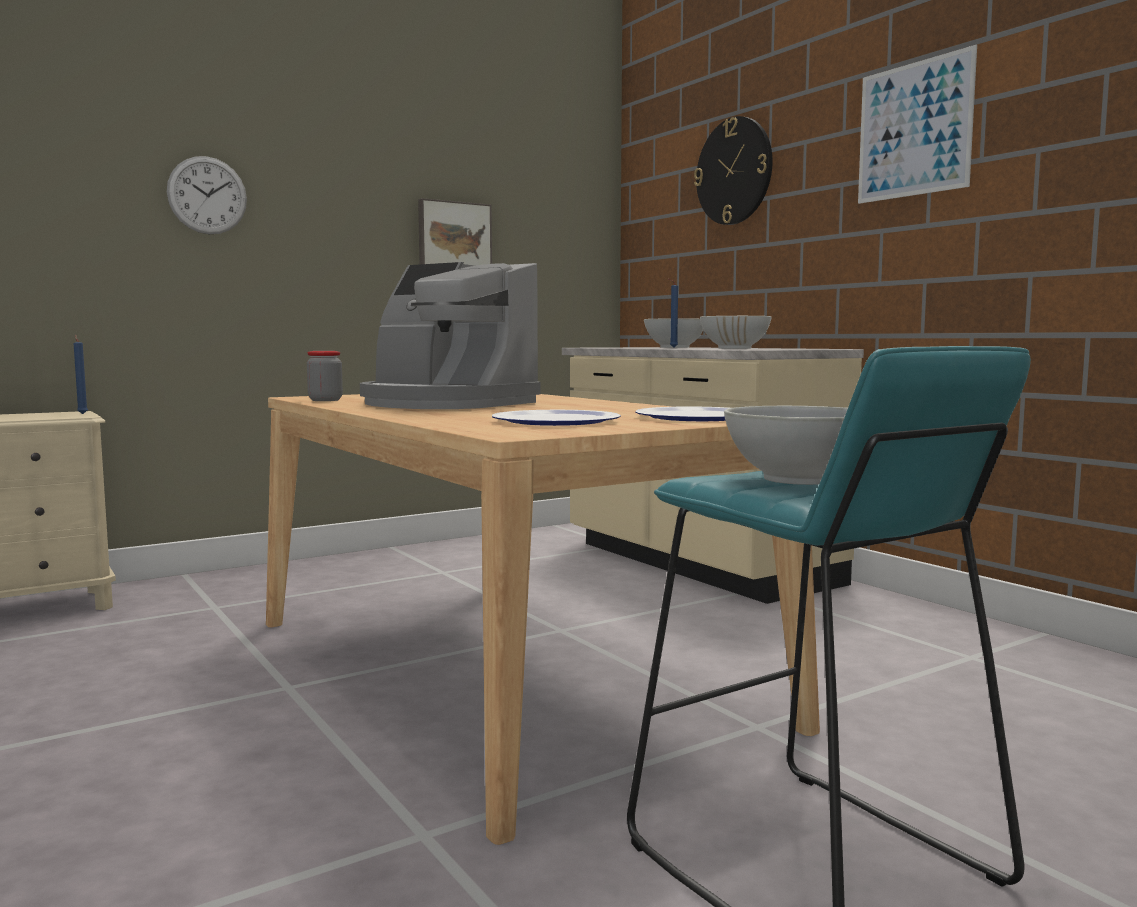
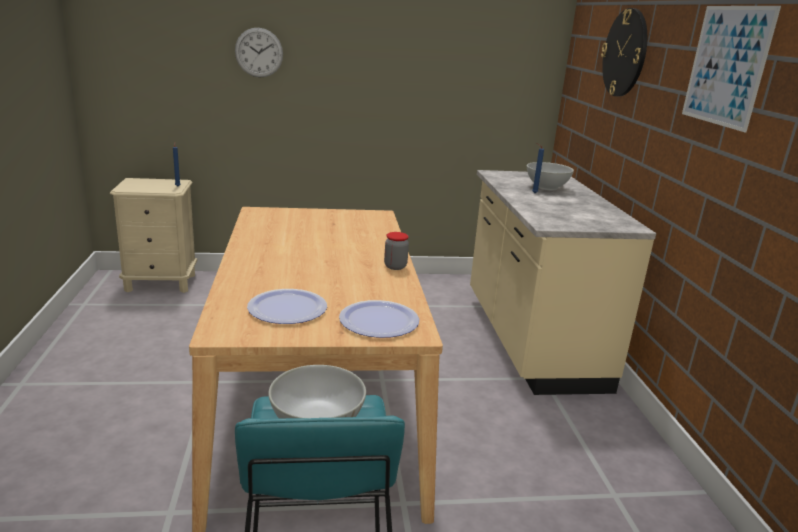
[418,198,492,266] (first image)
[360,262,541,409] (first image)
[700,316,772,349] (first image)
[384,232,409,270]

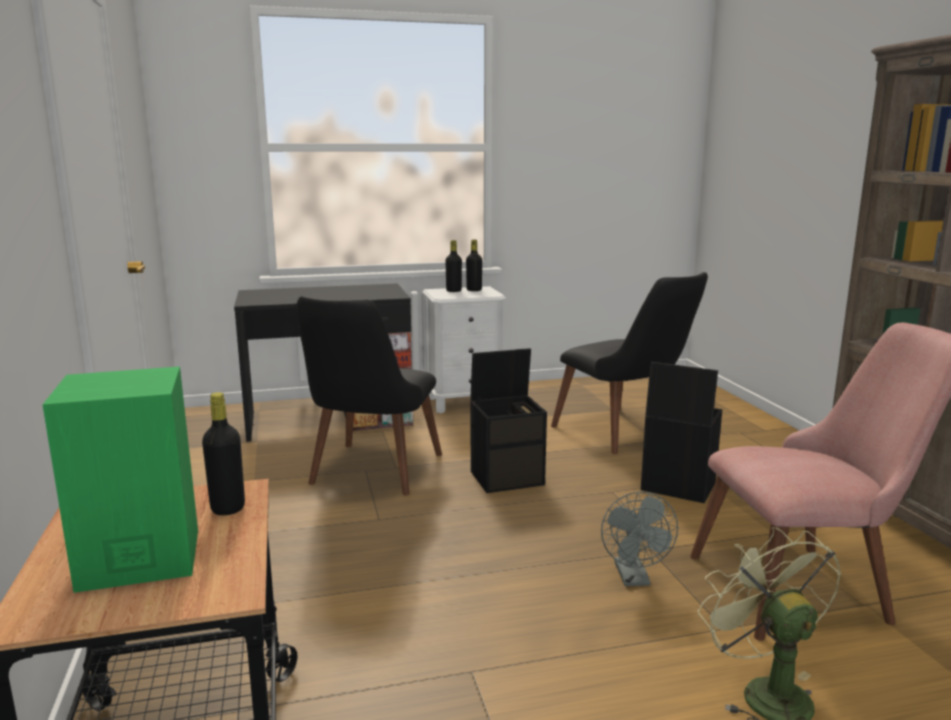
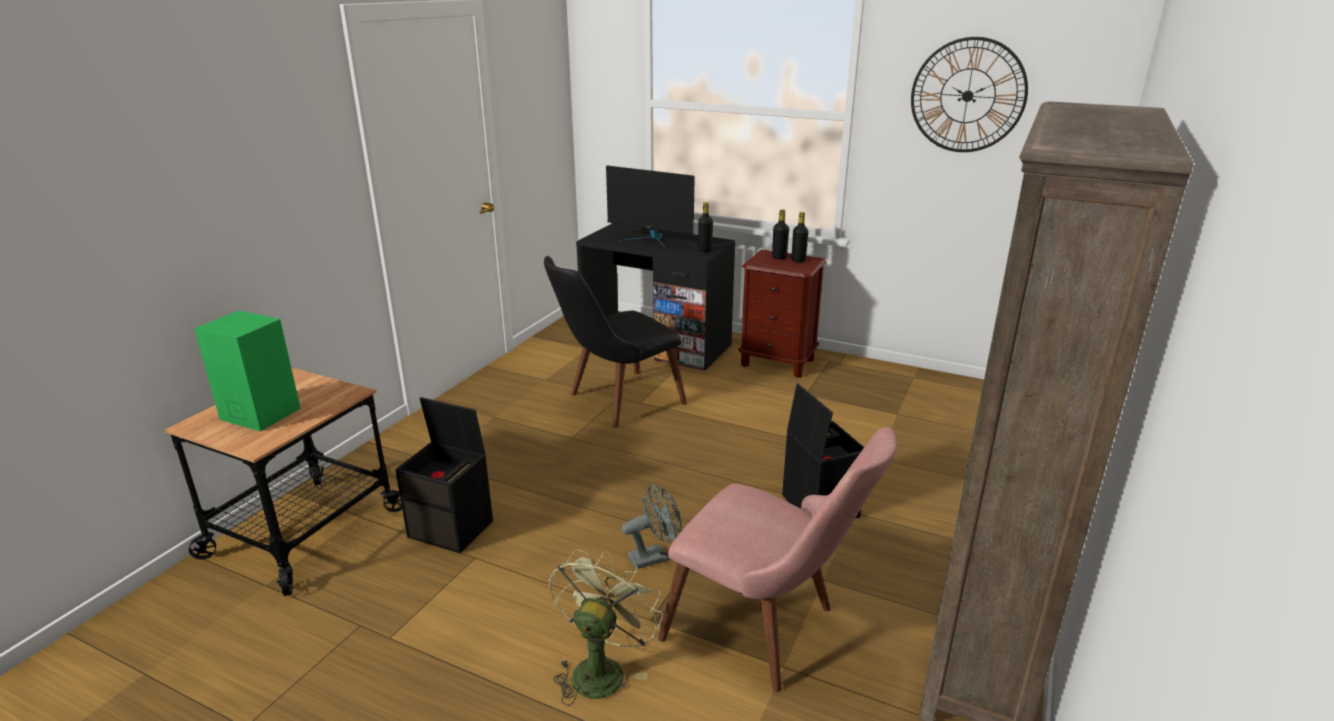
[551,272,708,454] (first image)
[738,249,827,378]
[395,397,493,553]
[698,202,713,253]
[622,484,682,569]
[911,37,1028,152]
[606,166,695,250]

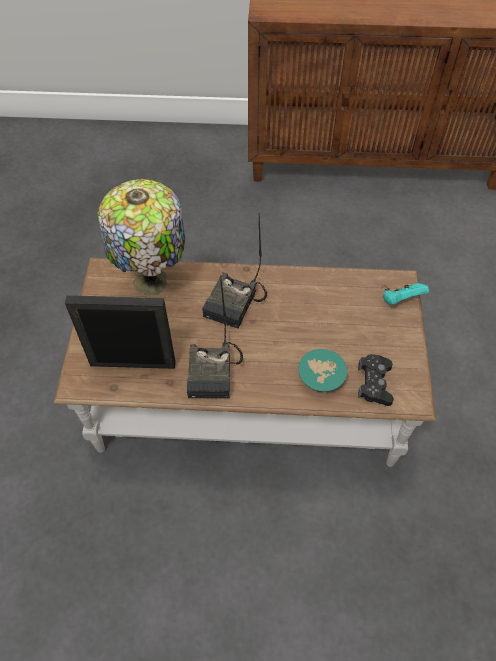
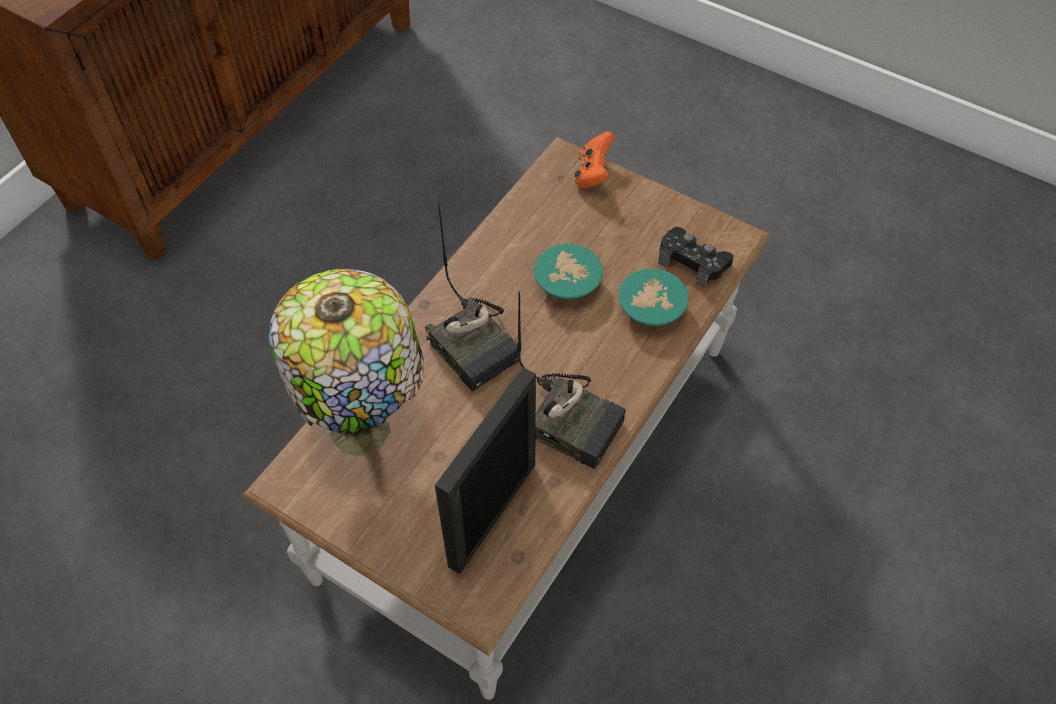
[575,131,615,188]
[534,244,603,300]

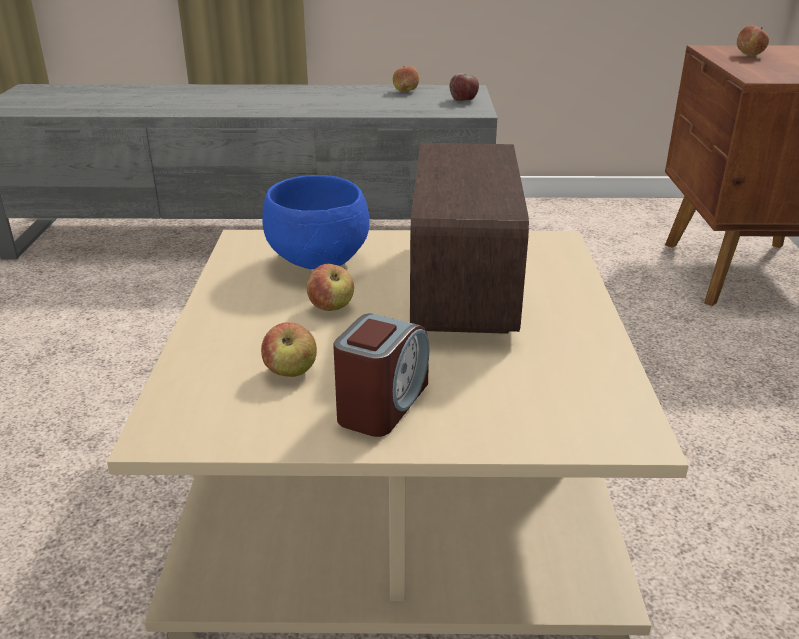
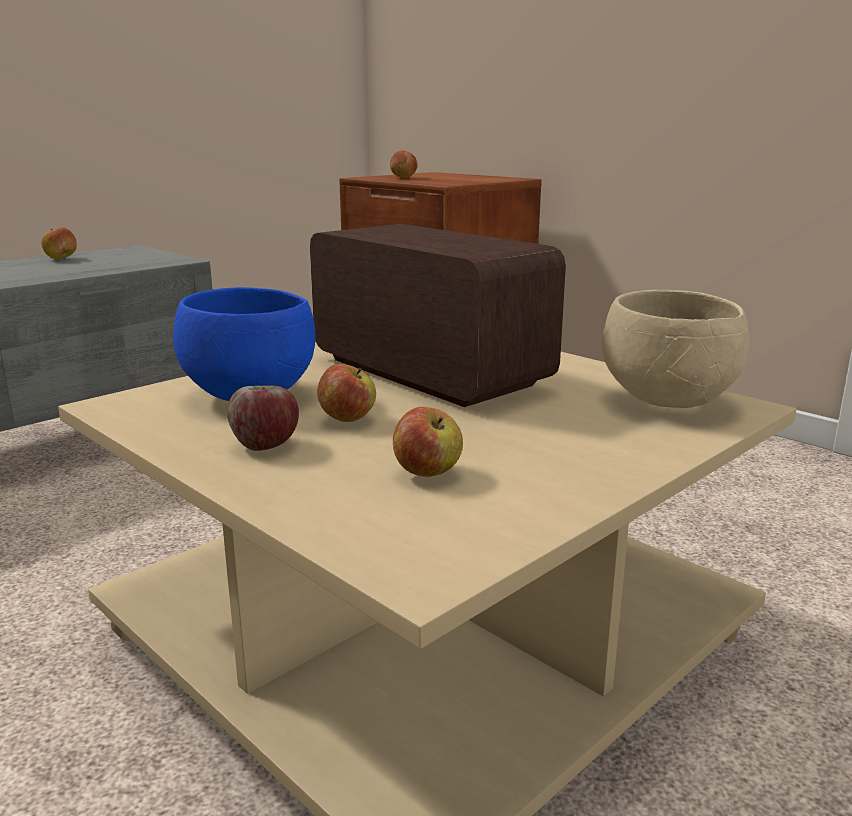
[227,385,299,451]
[333,313,430,437] (first image)
[602,290,749,408]

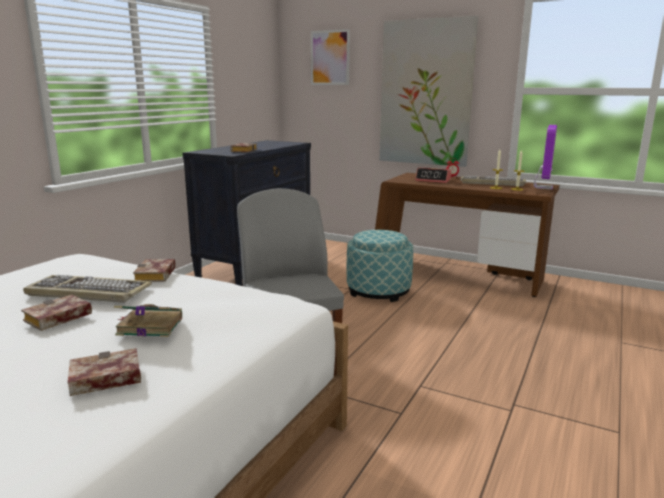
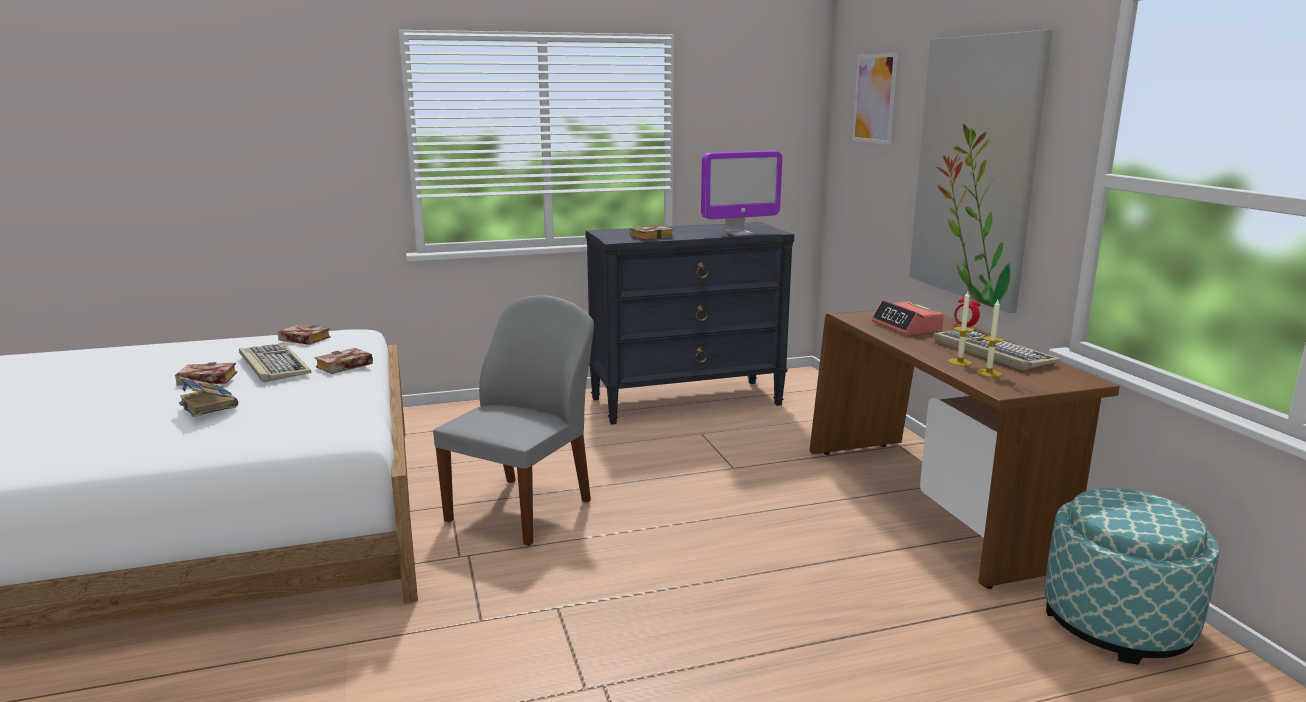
[701,151,782,236]
[1045,488,1219,665]
[277,324,331,345]

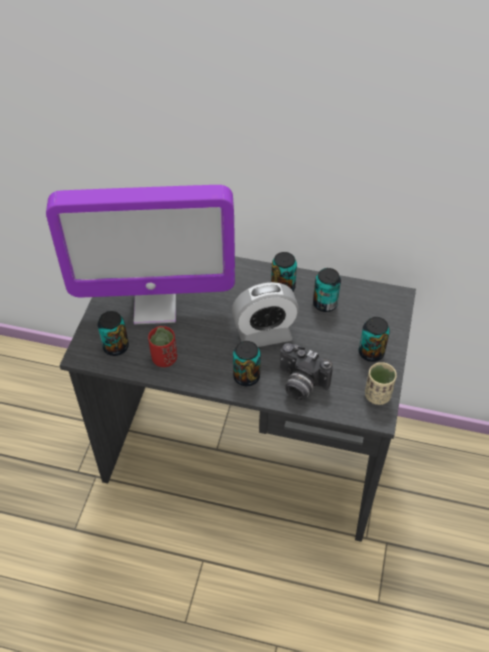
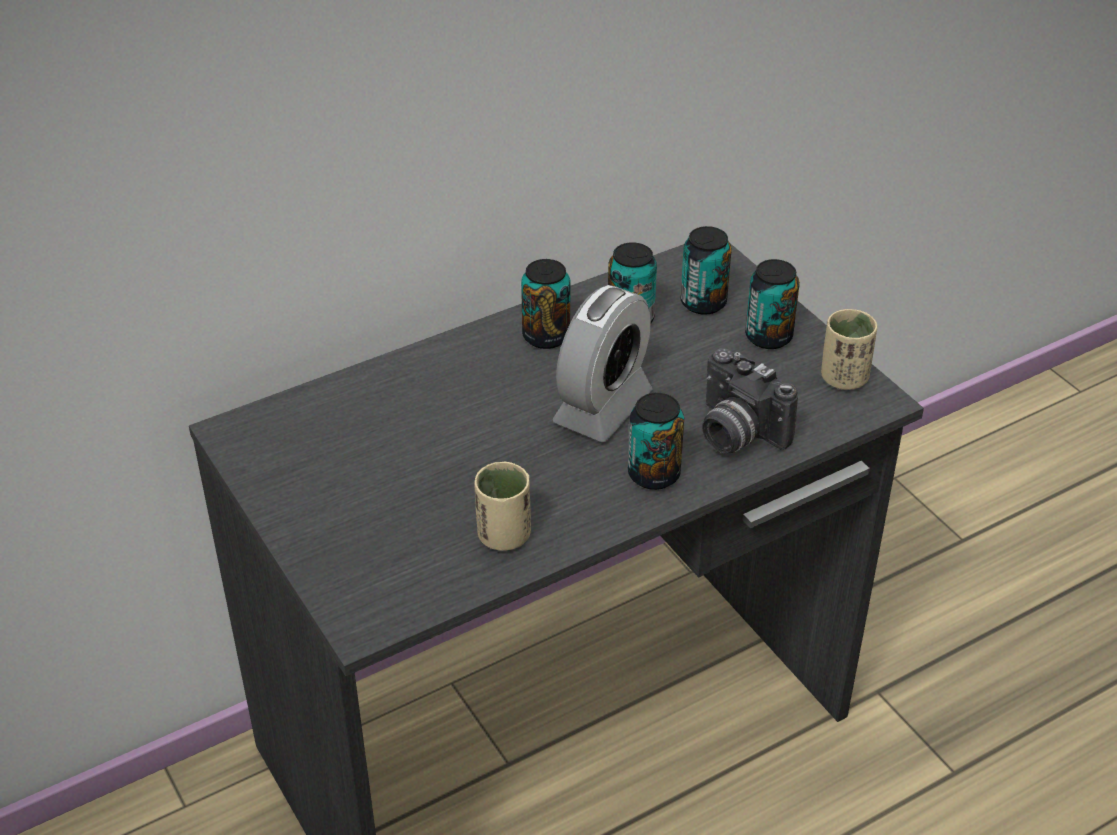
[46,185,235,324] (first image)
[680,226,732,315]
[474,462,531,551]
[702,348,798,453]

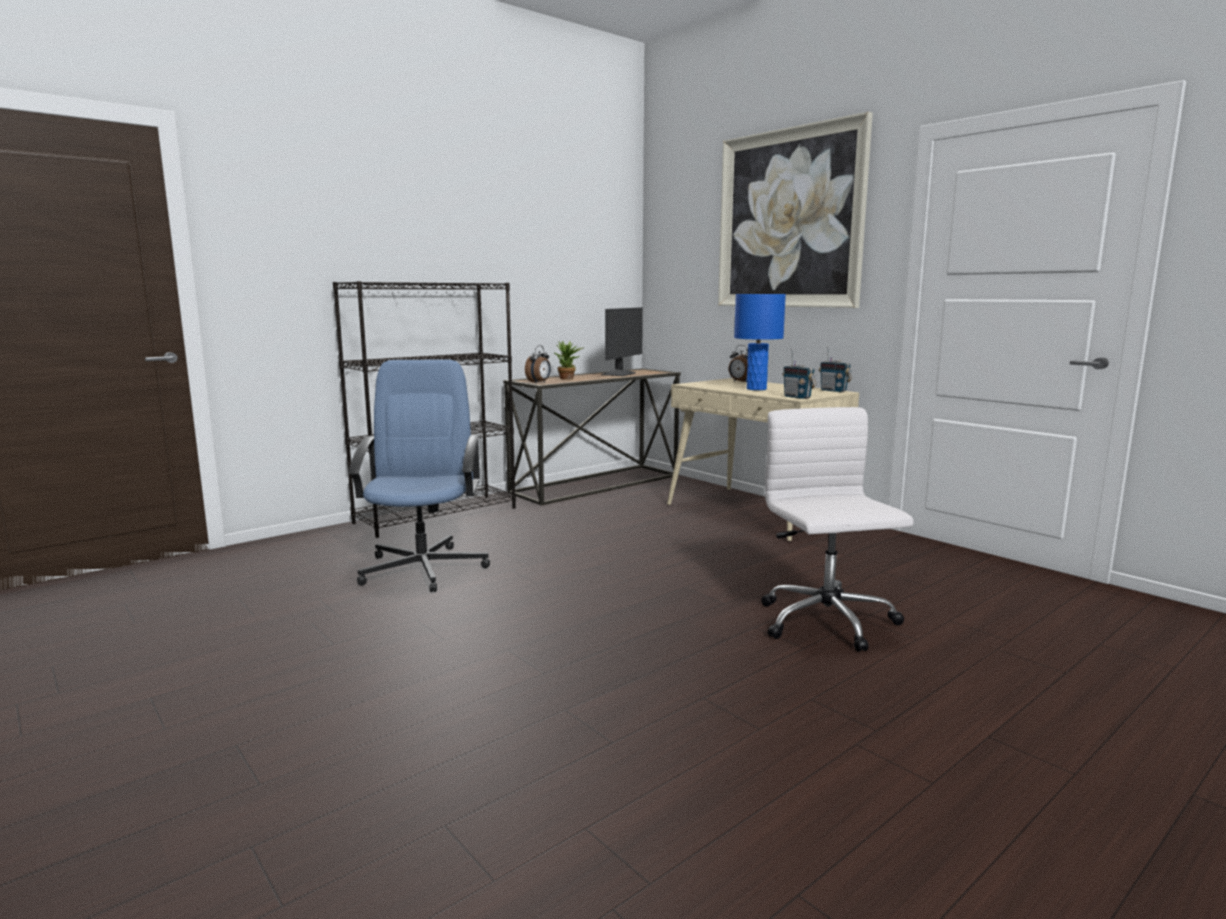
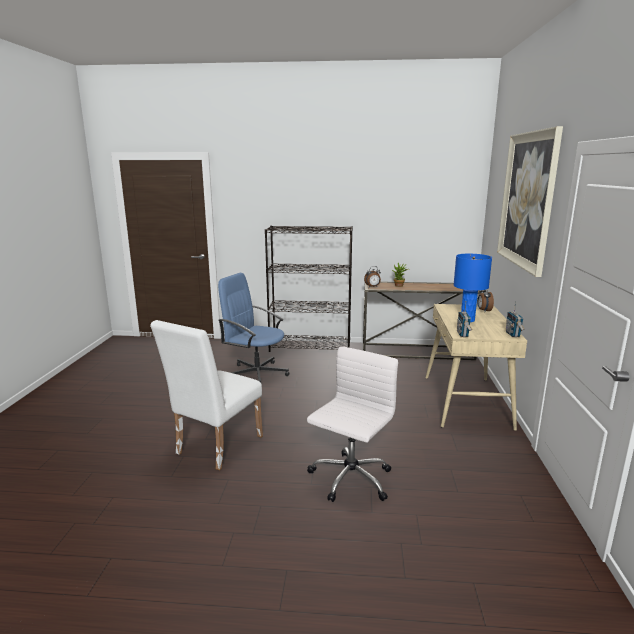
[601,307,643,376] (first image)
[218,273,289,383]
[150,320,263,470]

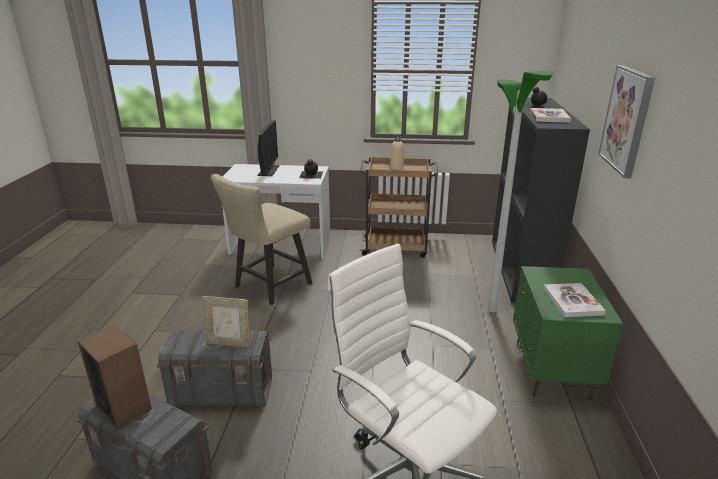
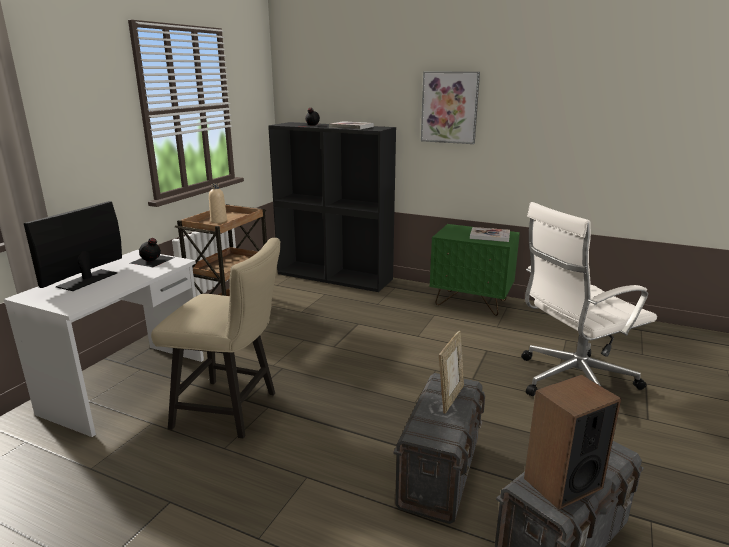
[488,71,553,312] (first image)
[24,201,122,291]
[151,238,281,439]

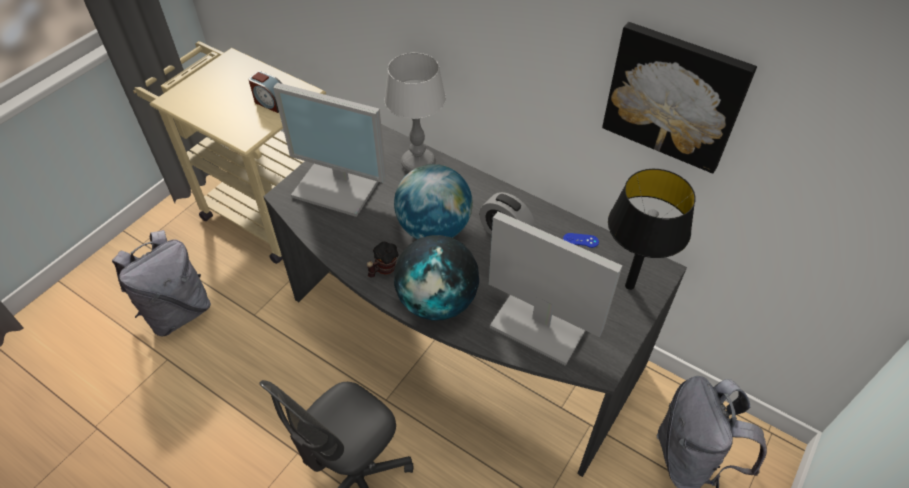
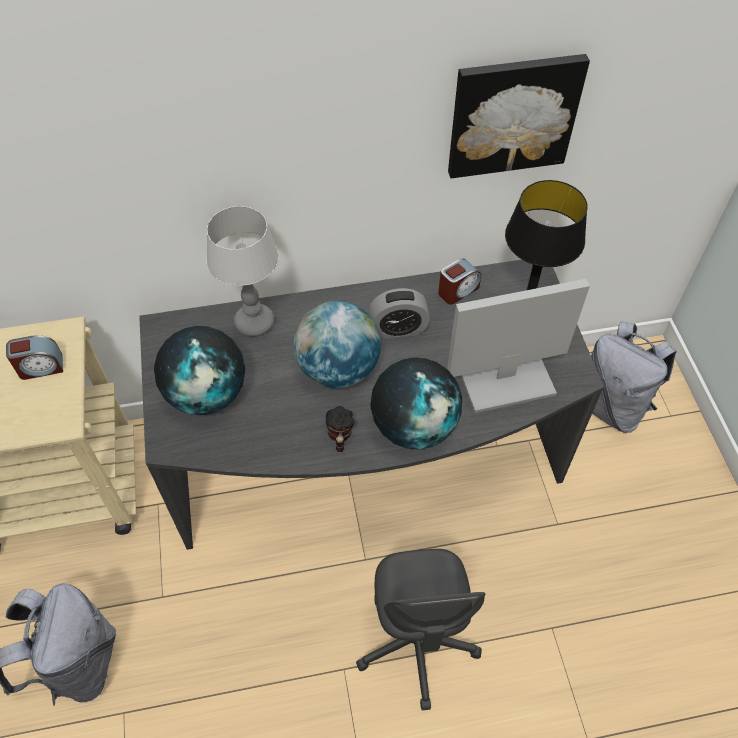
[154,326,245,415]
[438,258,481,304]

